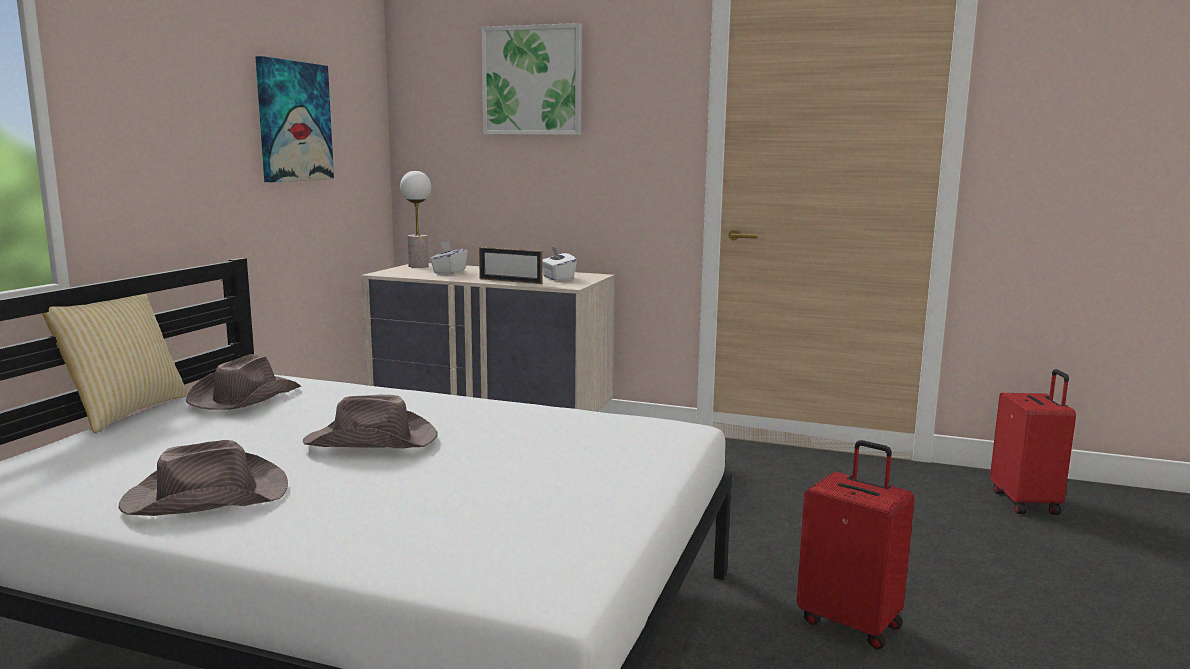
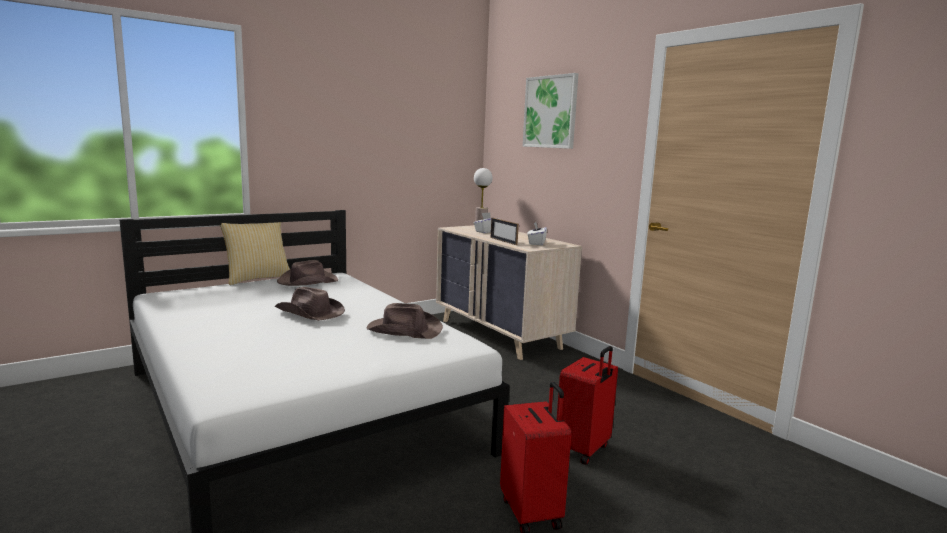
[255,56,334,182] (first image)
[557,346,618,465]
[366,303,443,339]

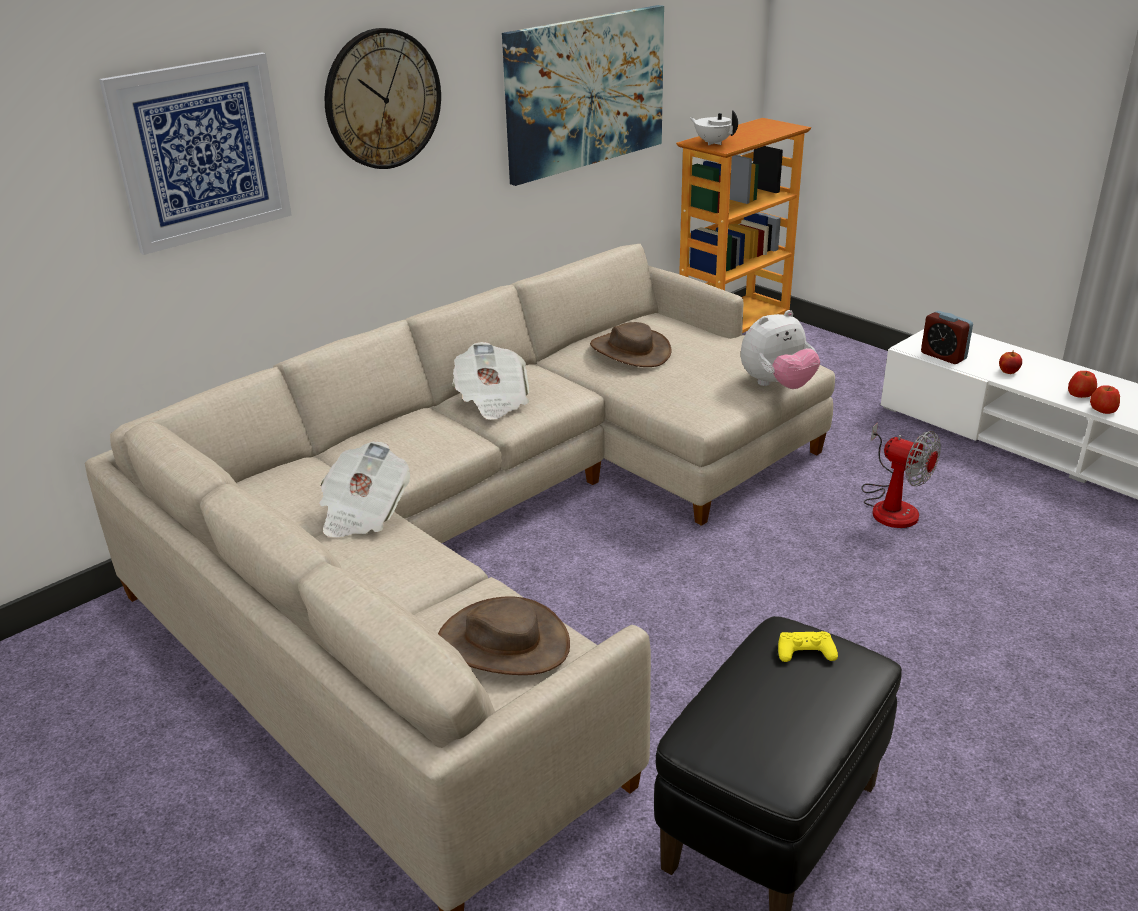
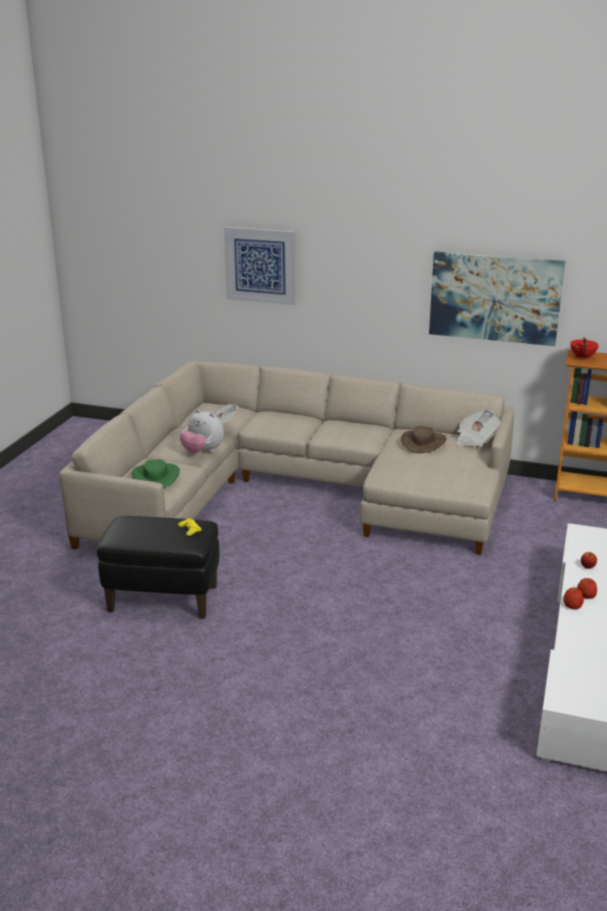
[325,28,441,169] (first image)
[570,337,599,360]
[180,409,224,454]
[921,311,973,364] (first image)
[456,410,501,447]
[861,423,941,528] (first image)
[132,459,180,488]

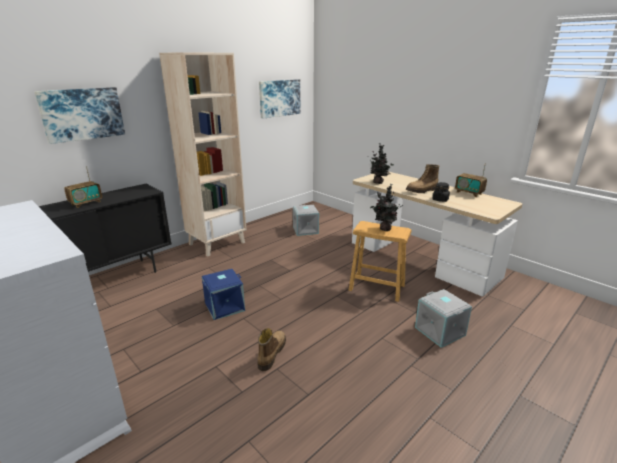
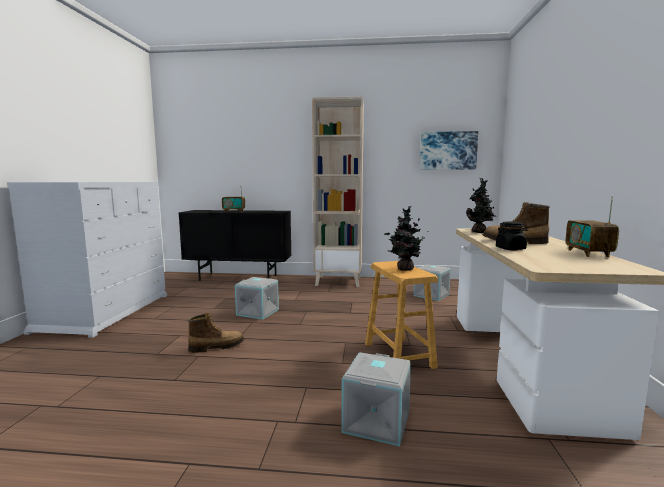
[34,87,125,144] (first image)
[235,277,279,320]

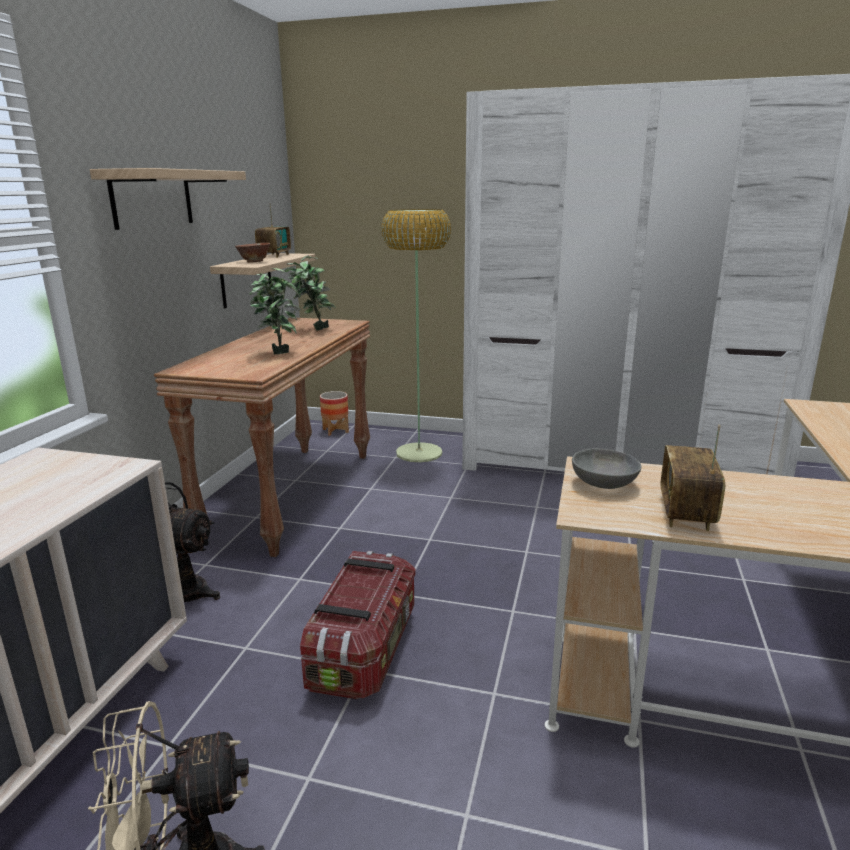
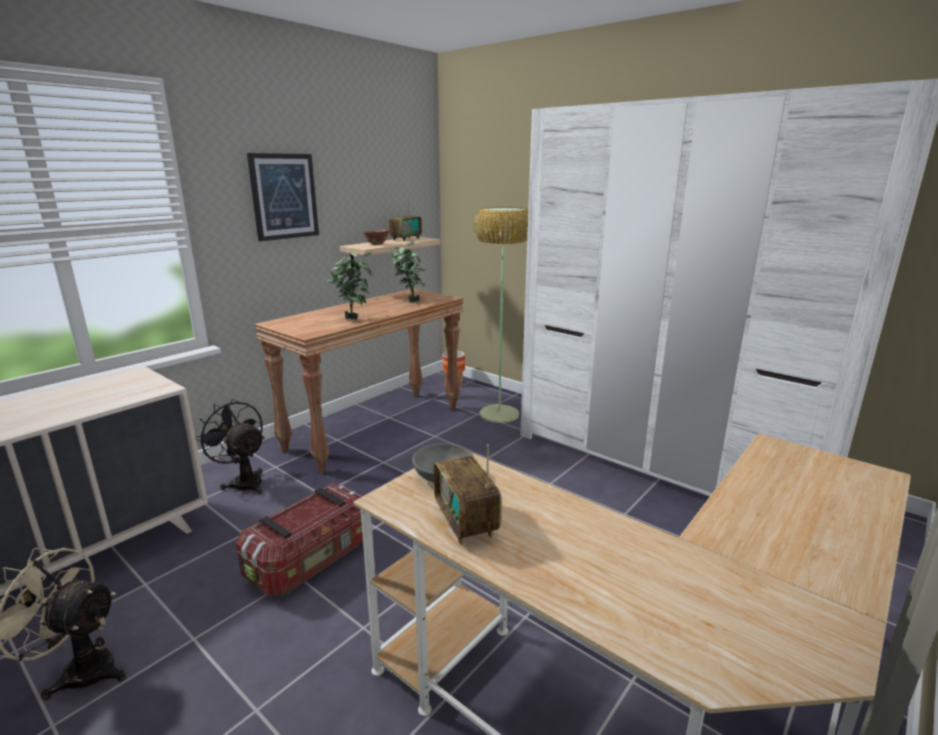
[247,153,319,241]
[434,444,502,545]

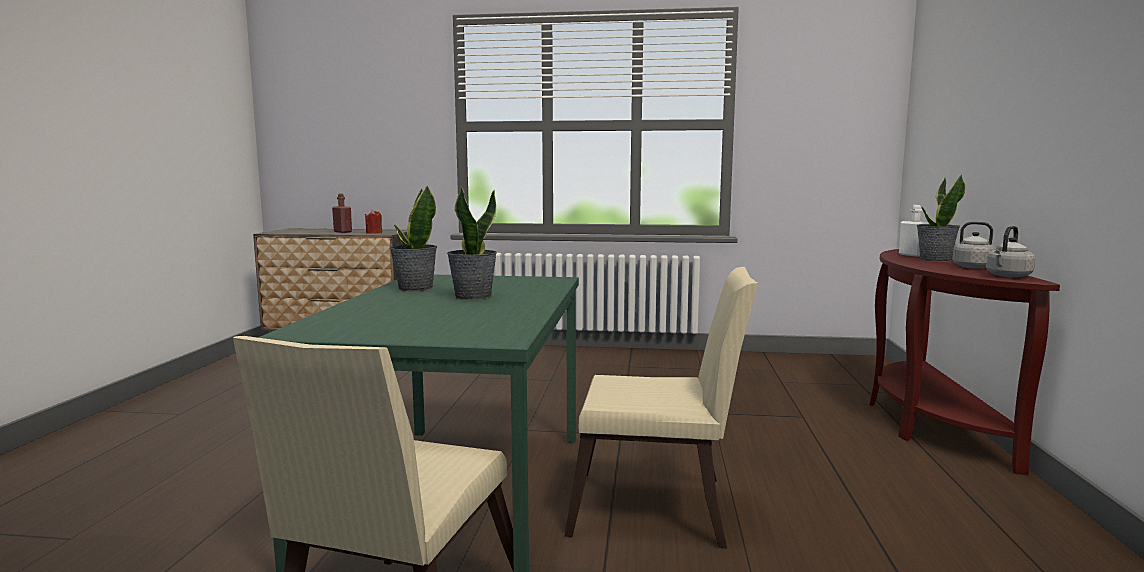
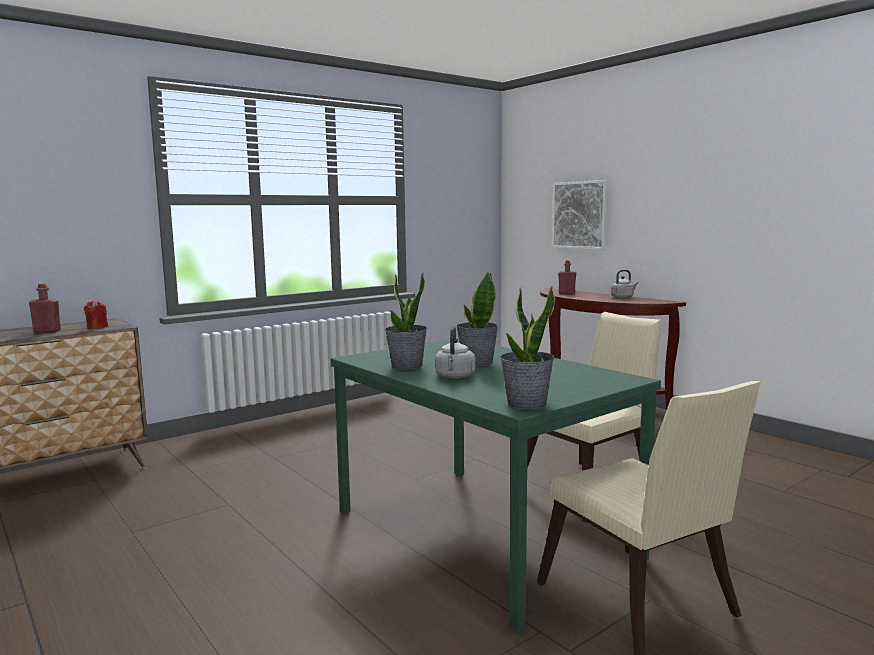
[500,286,555,409]
[558,260,576,295]
[435,326,476,379]
[552,180,608,250]

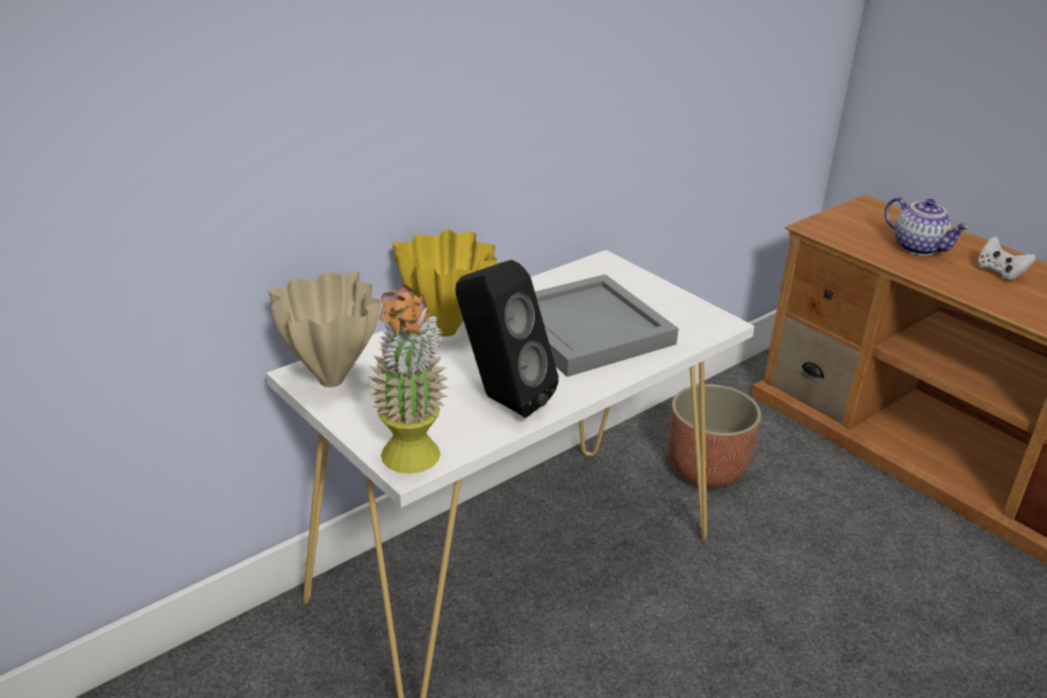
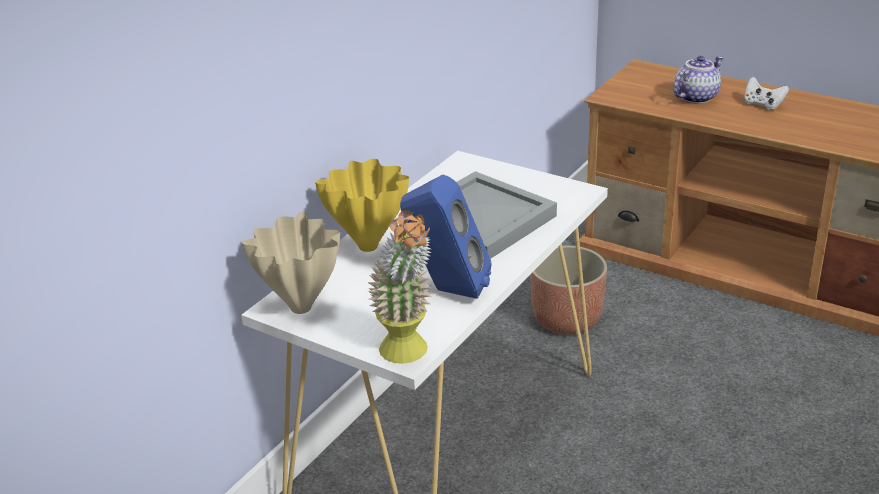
[673,56,723,104]
[400,174,492,299]

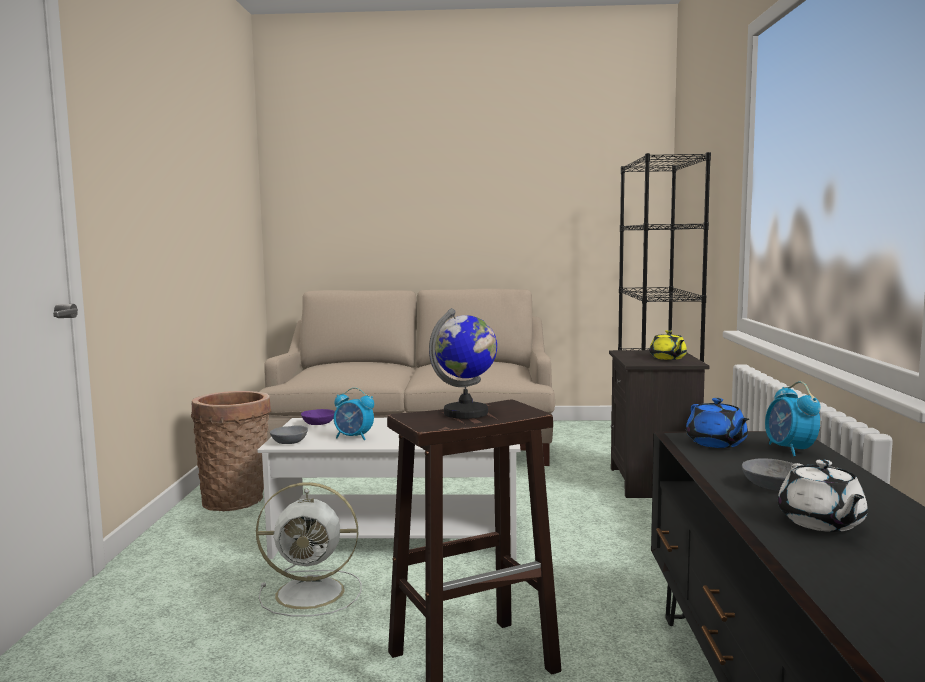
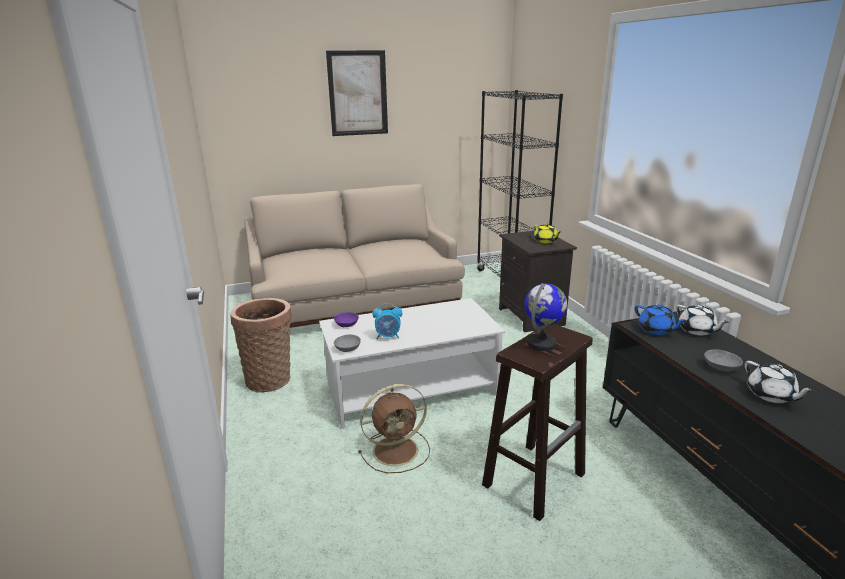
[676,305,729,336]
[358,384,430,473]
[326,50,388,136]

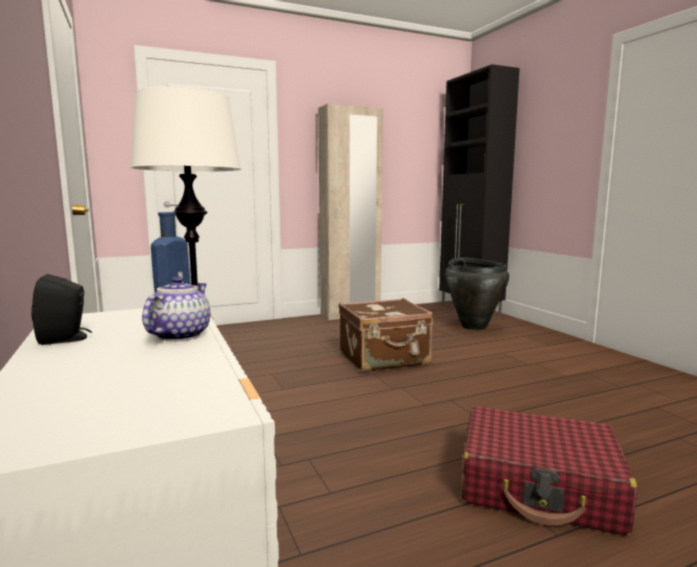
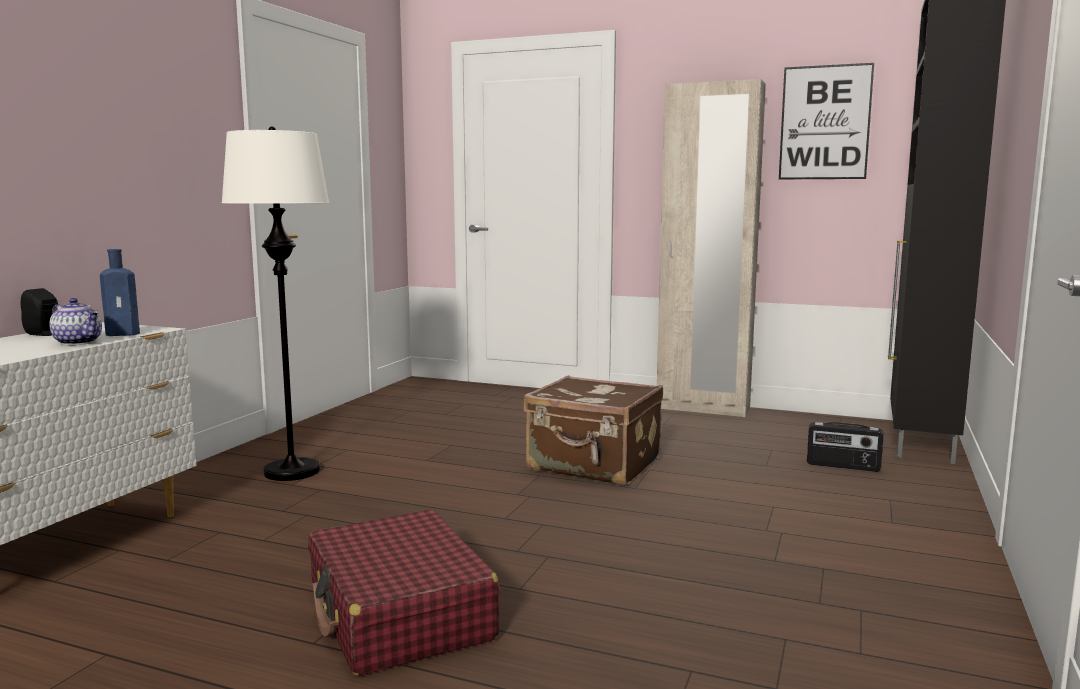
[807,422,884,472]
[49,298,102,345]
[779,63,874,180]

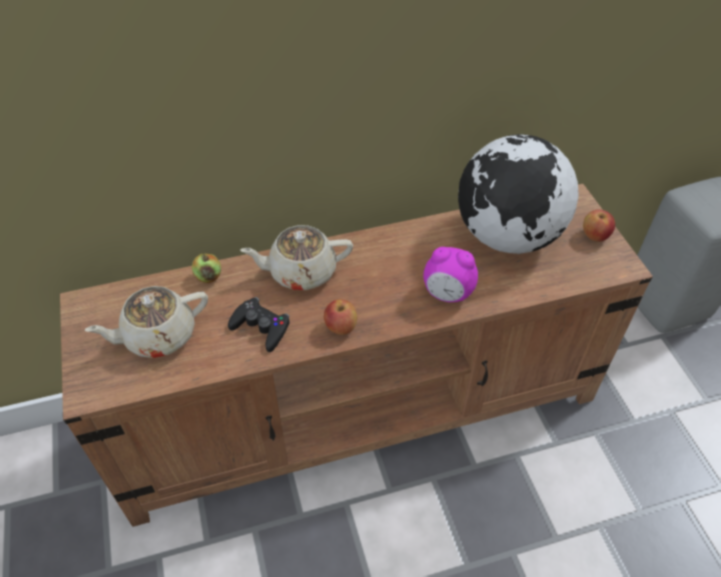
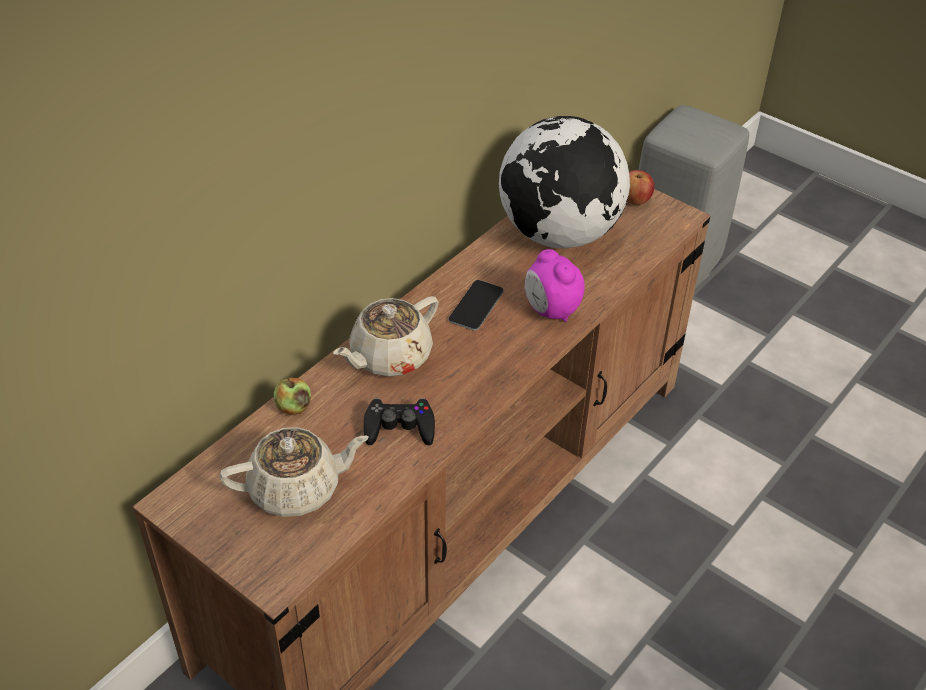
[525,249,584,322]
[219,427,369,517]
[324,299,357,335] (first image)
[449,280,504,331]

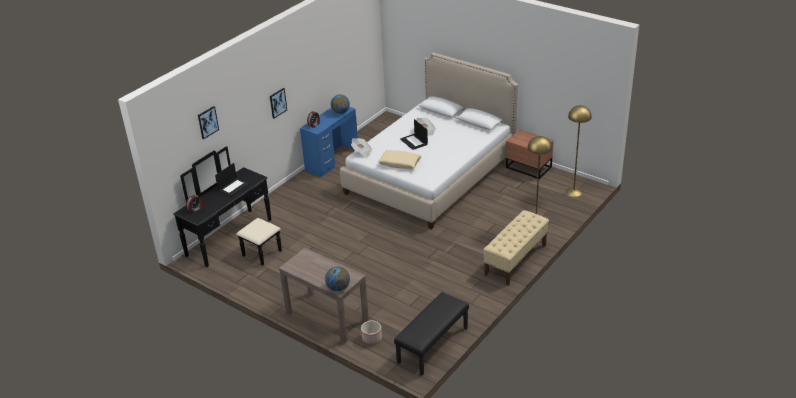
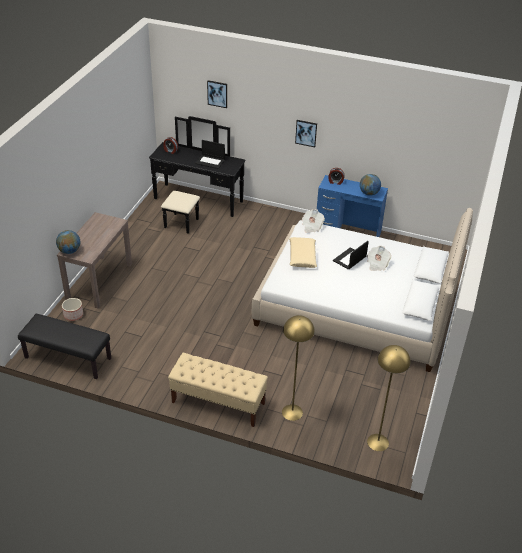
[506,129,554,179] (first image)

